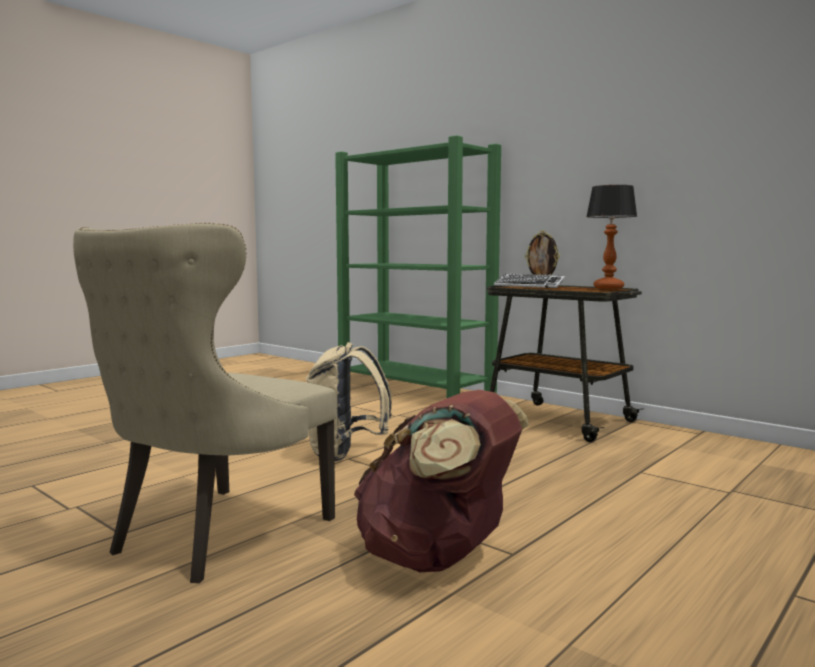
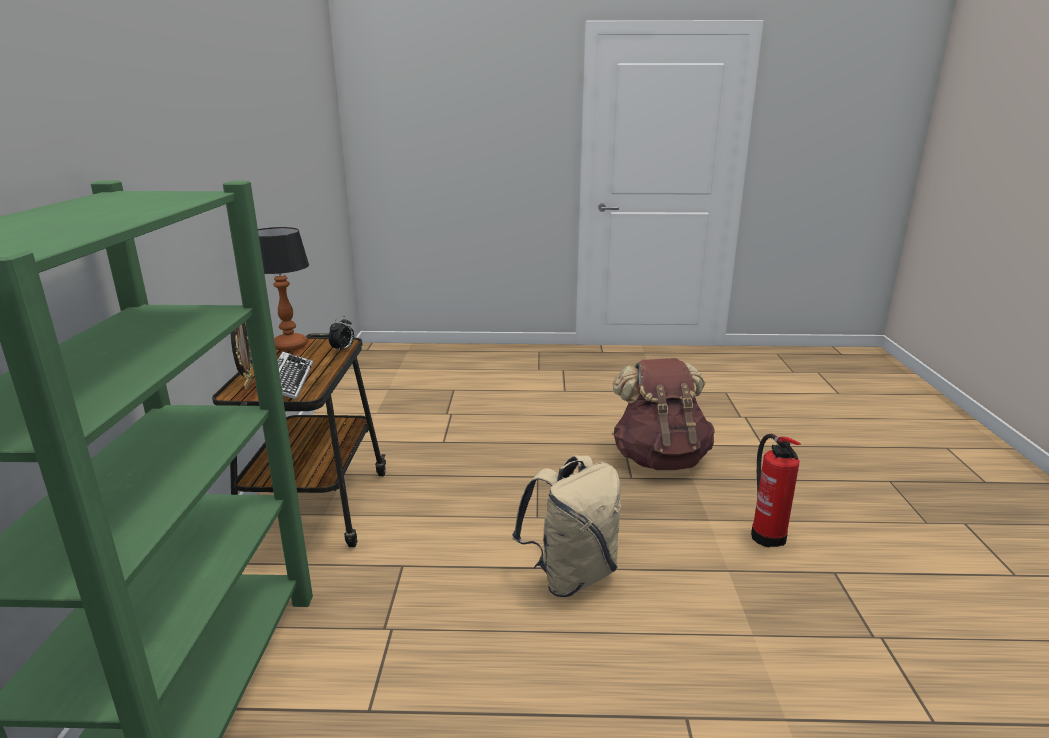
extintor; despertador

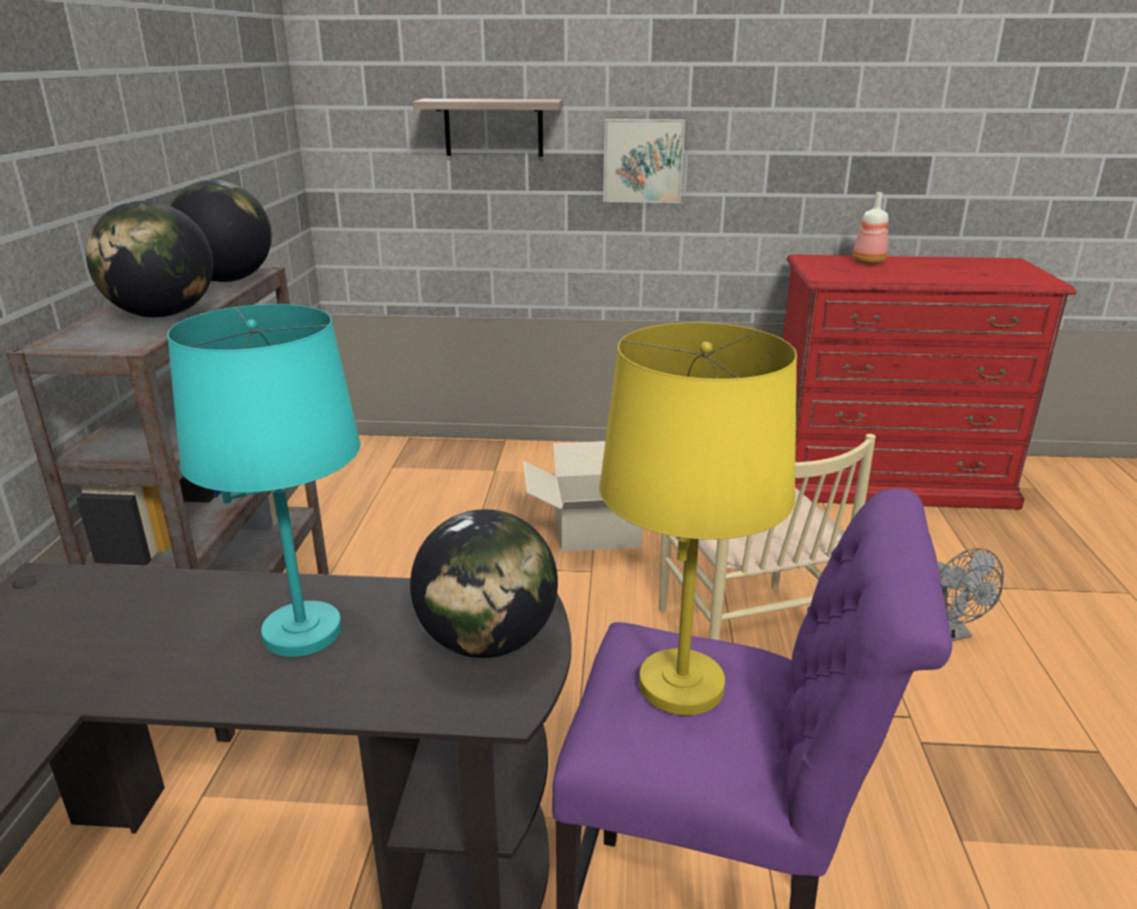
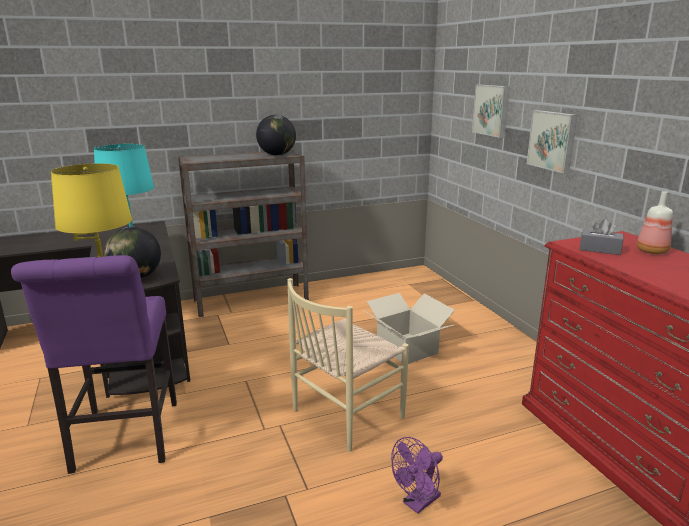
cuadro (no. 1 from left); globo terráqueo (no. 1 from left in the first image); ventilador/morado; caja de pañuelos/gris

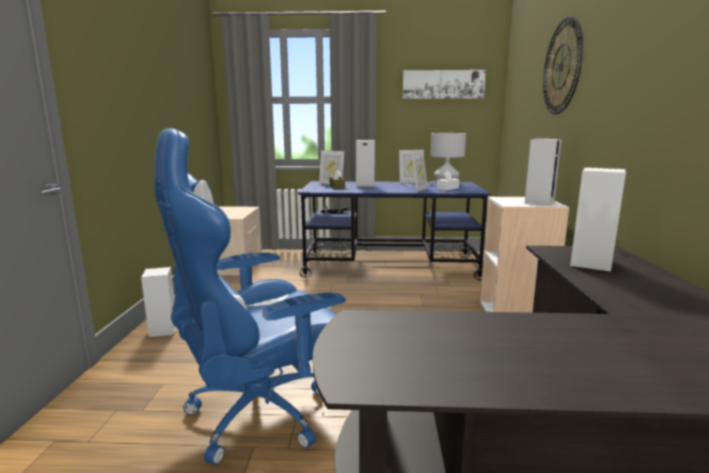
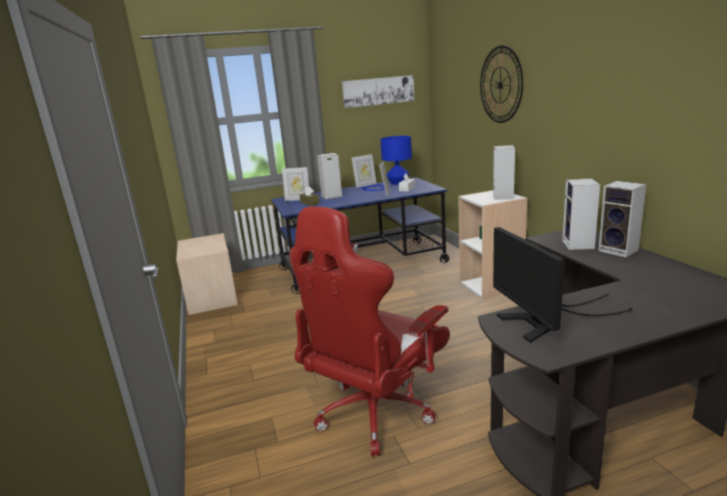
silla de oficina/rojo; lámpara de mesa/azul; altavoz (no. 4 from left); monitor

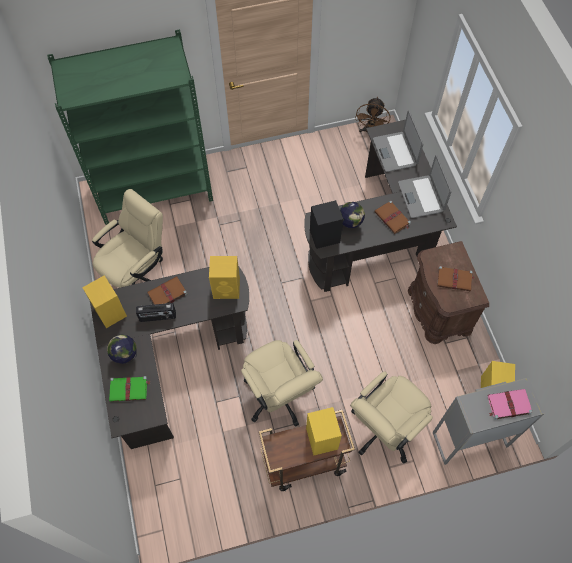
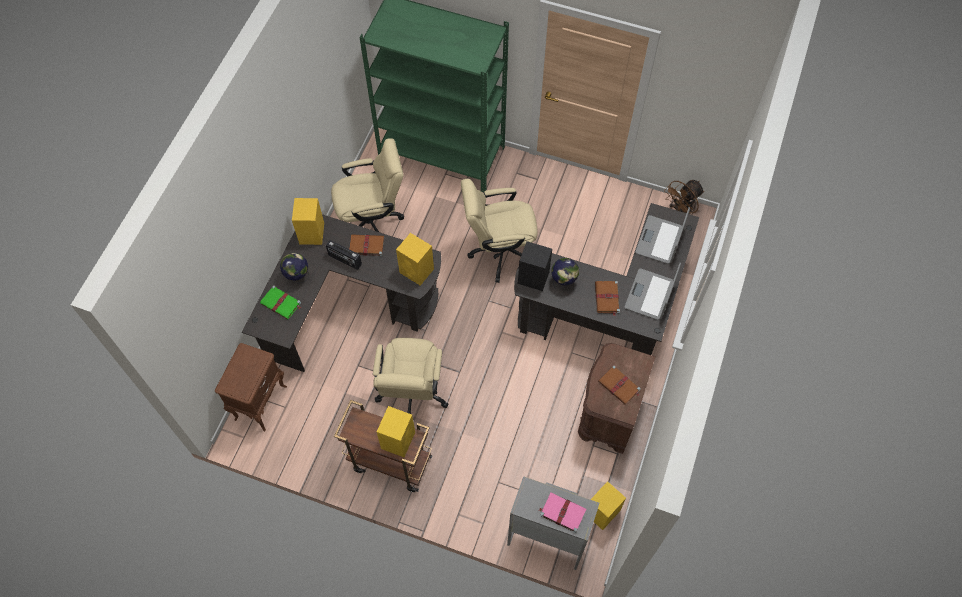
silla de oficina/beis (no. 3 from left); mesita de noche/marrón (no. 1 from left)

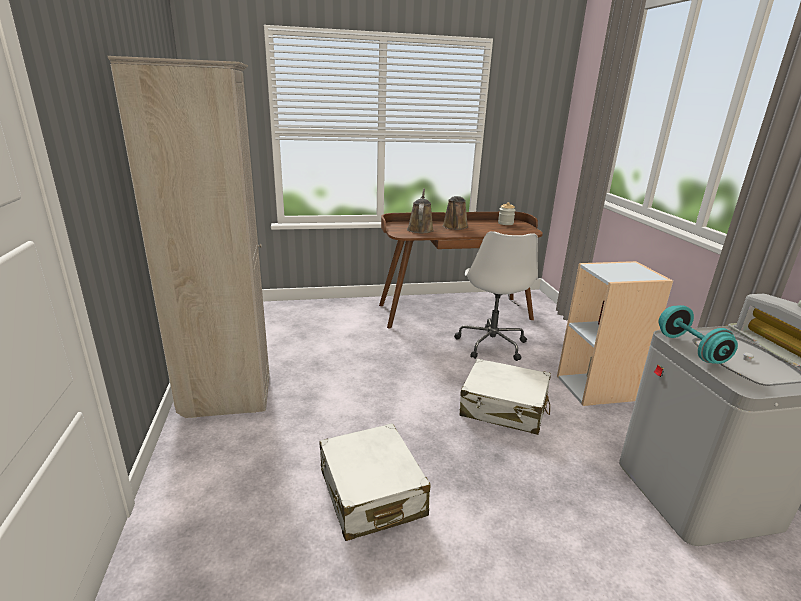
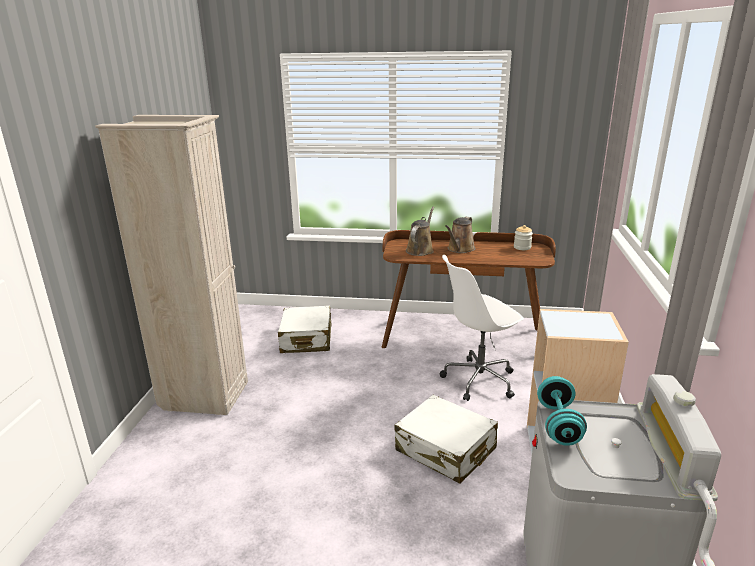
silla de oficina/blanco; maleta/blanco (no. 1 from left)

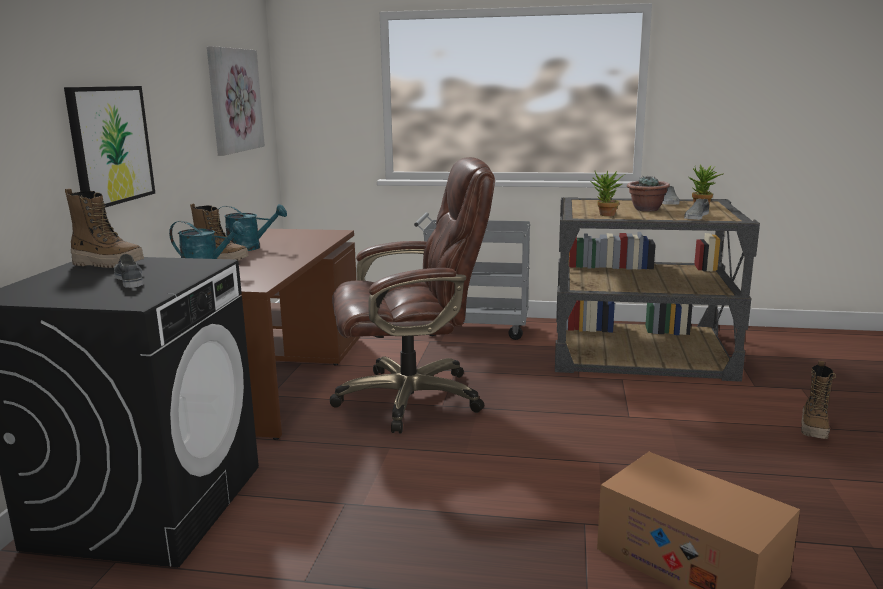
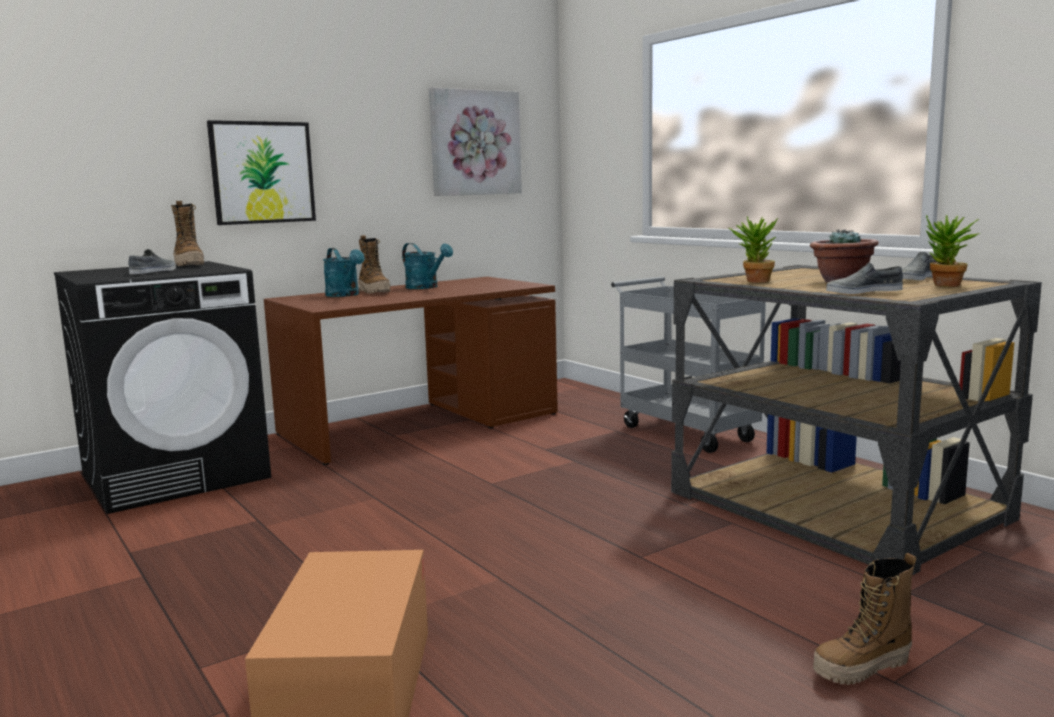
silla de oficina/marrón

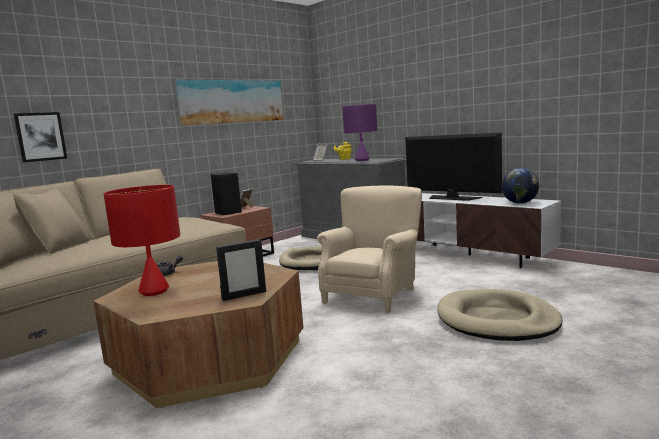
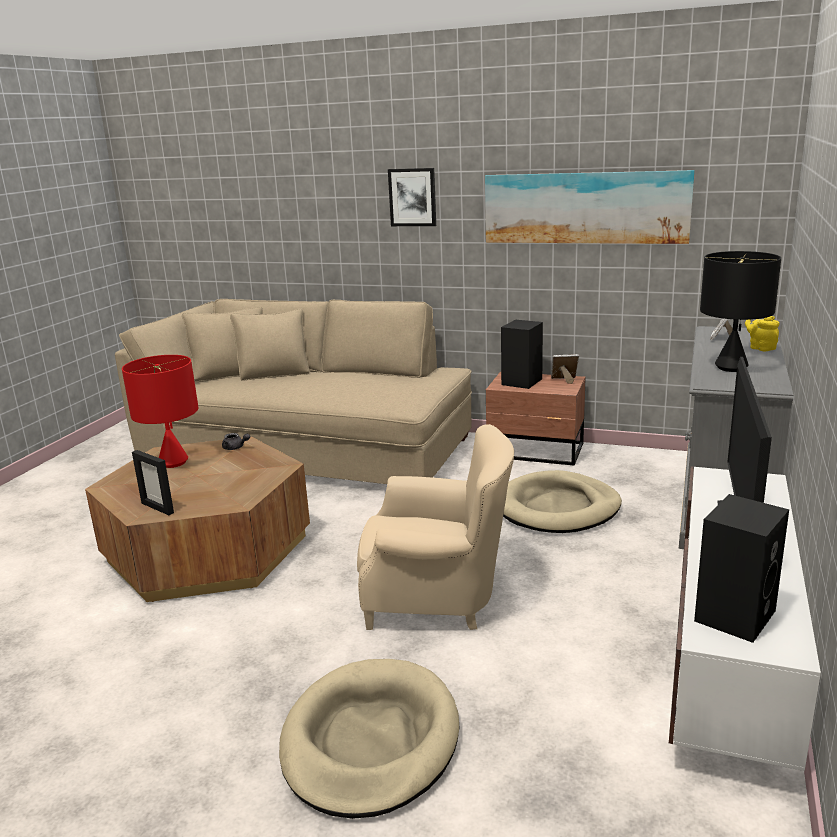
lámpara de mesa/negro; cuadro (no. 1 from left); altavoz/negro (no. 2 from left)

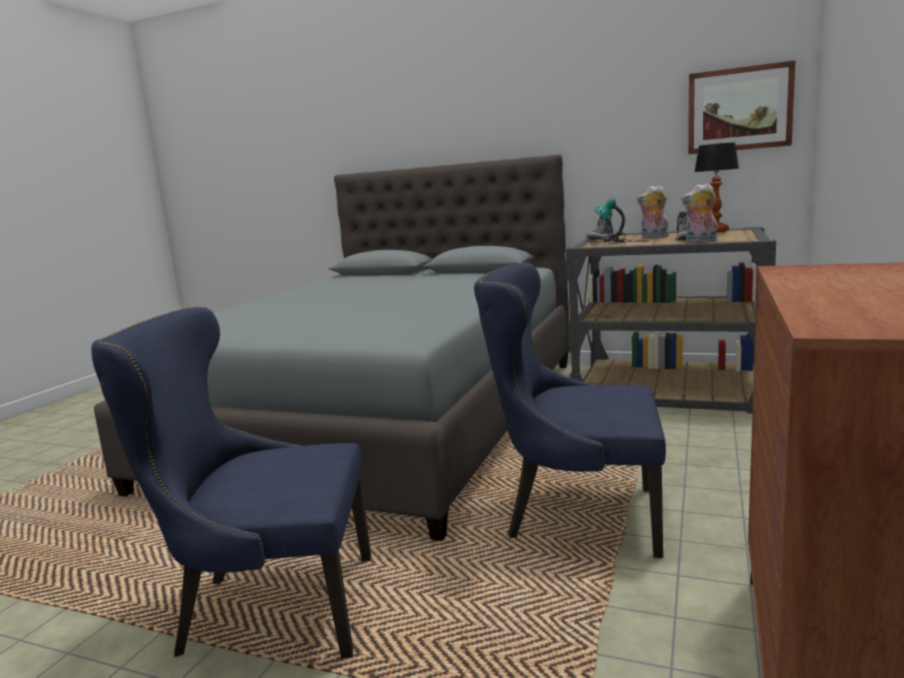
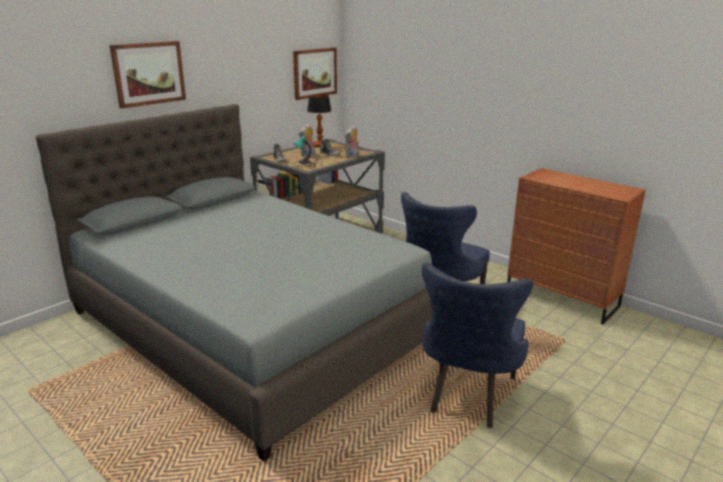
cuadro (no. 1 from left)

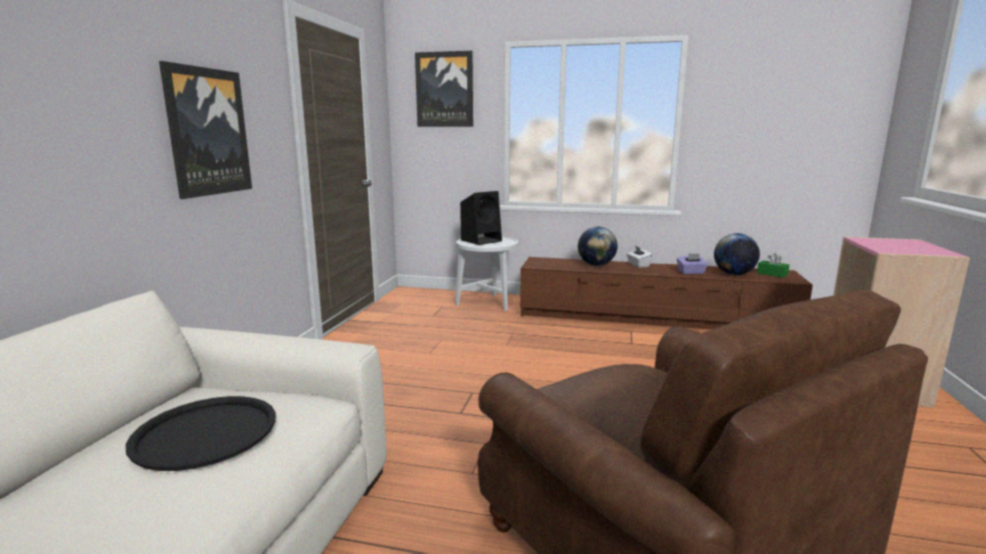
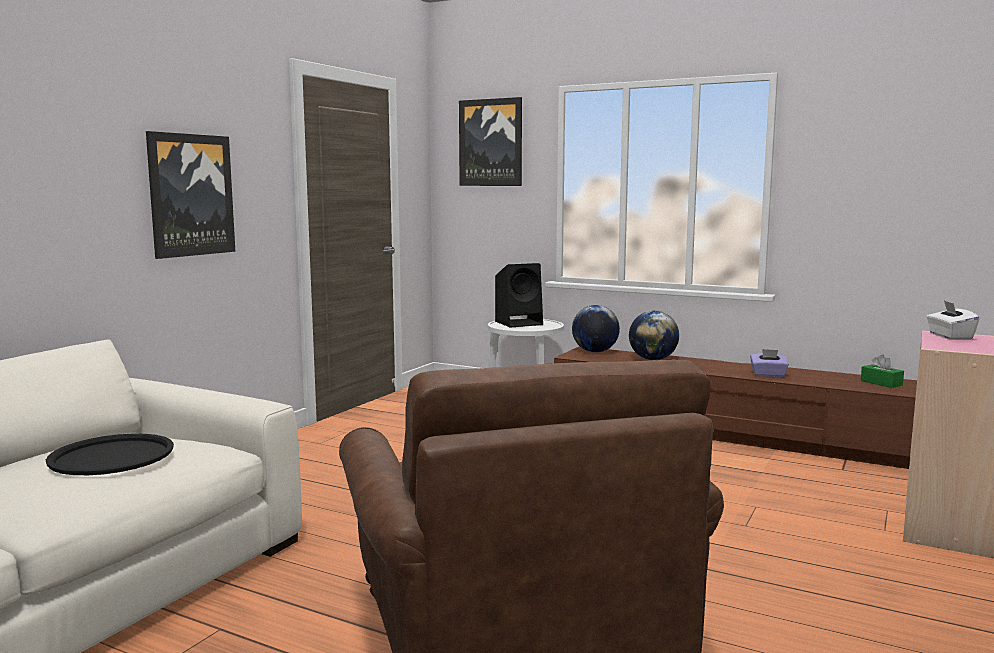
globo terráqueo (no. 1 from left); caja de pañuelos/blanco

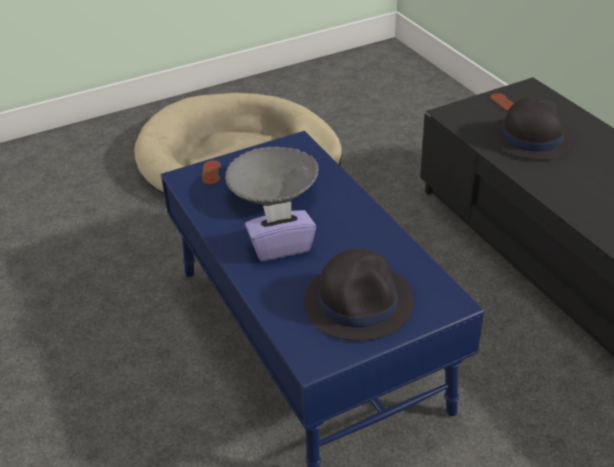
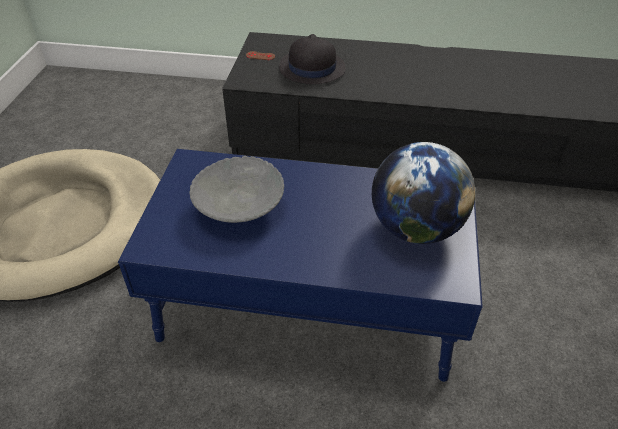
mando de consola/marrón (no. 1 from left in the first image); caja de pañuelos/morado; globo terráqueo

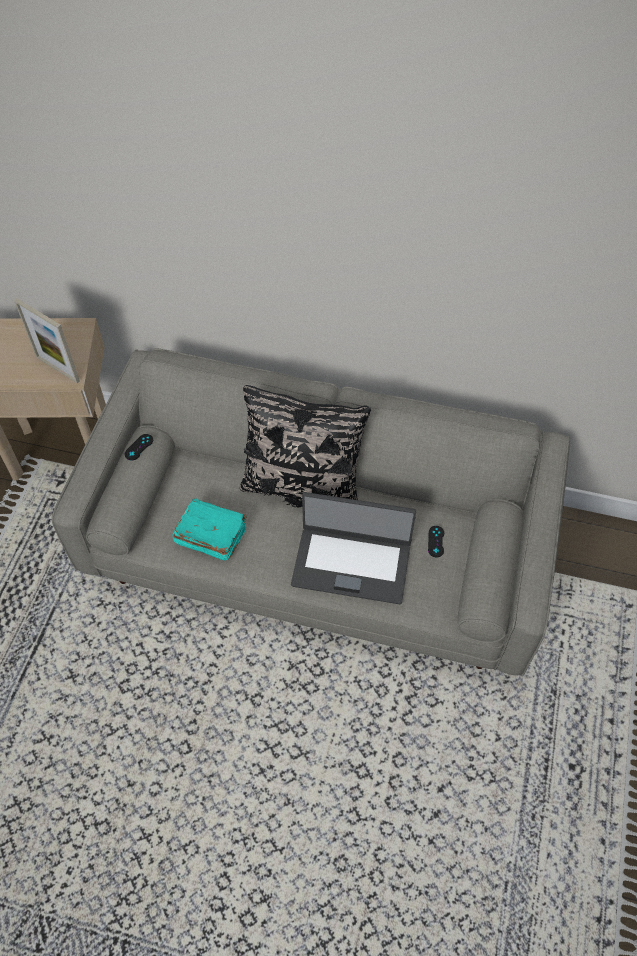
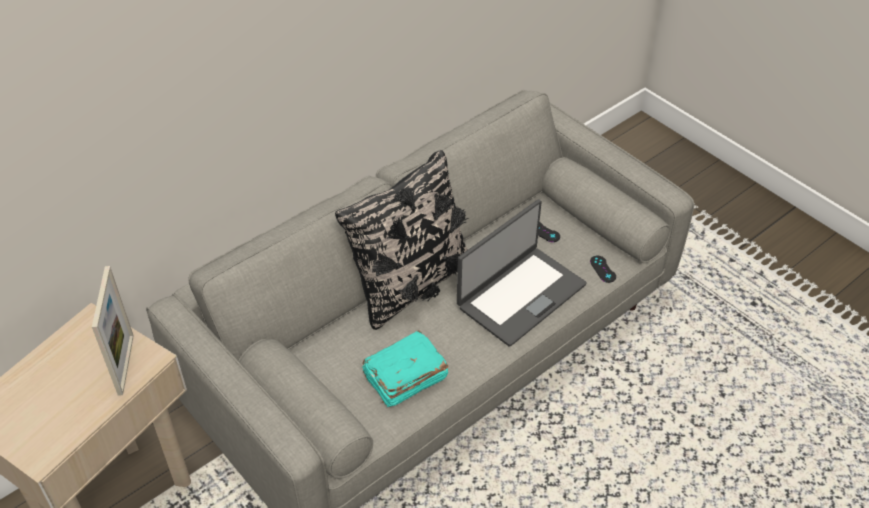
portarretratos; mando de consola/negro (no. 2 from left)

